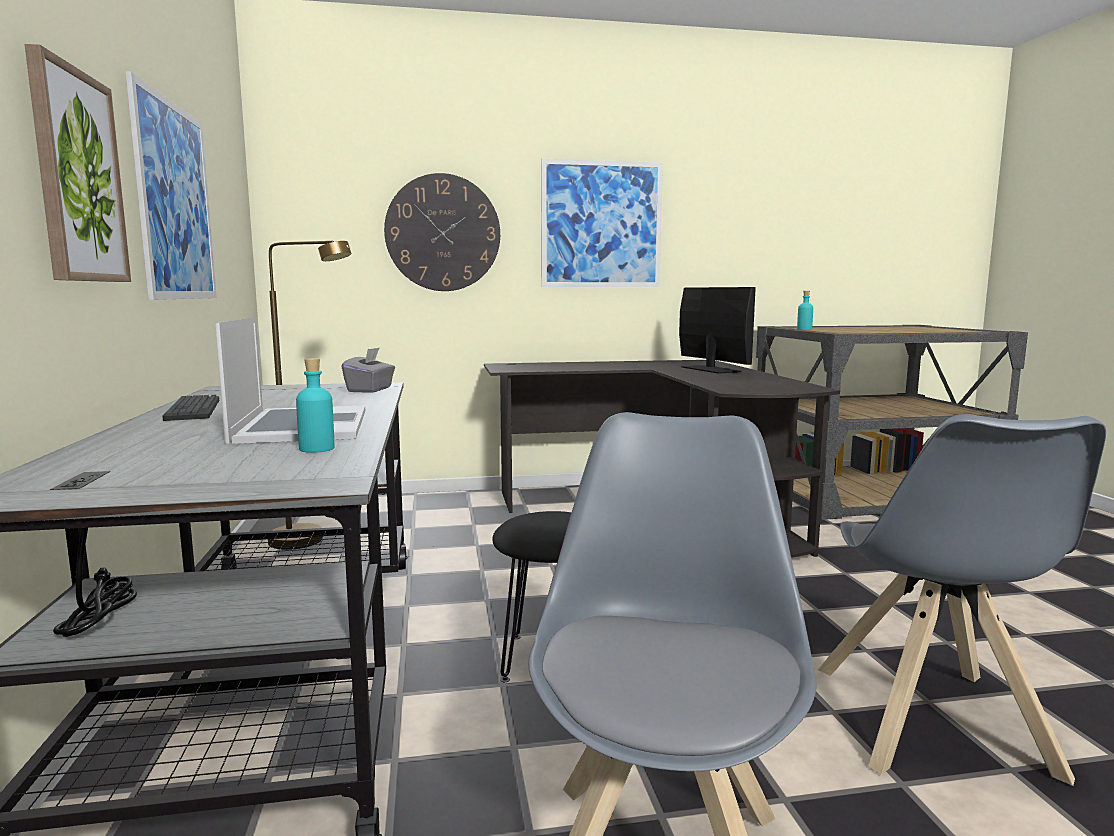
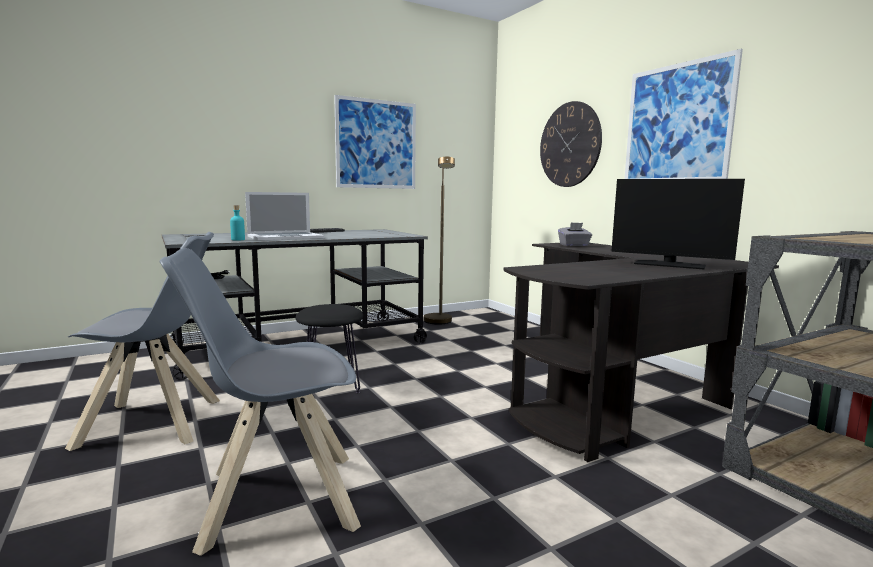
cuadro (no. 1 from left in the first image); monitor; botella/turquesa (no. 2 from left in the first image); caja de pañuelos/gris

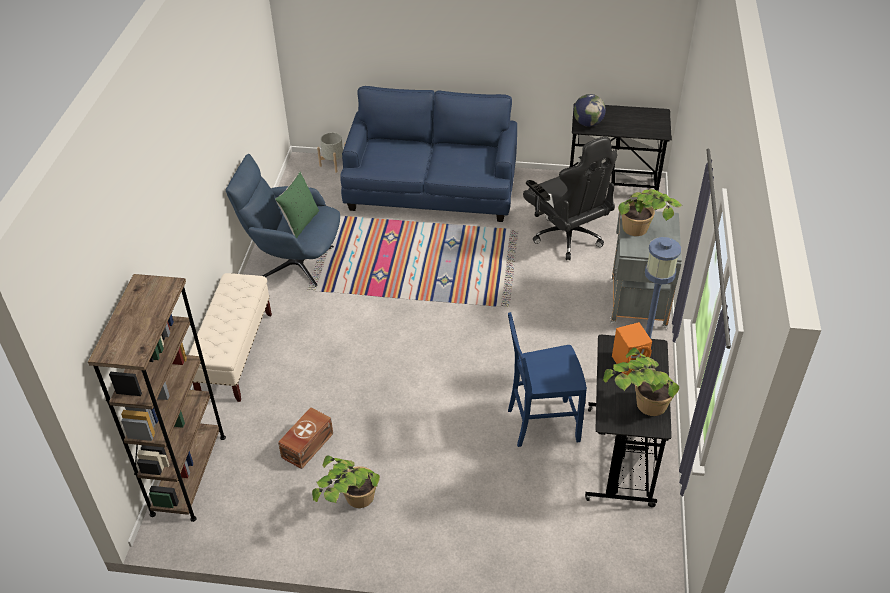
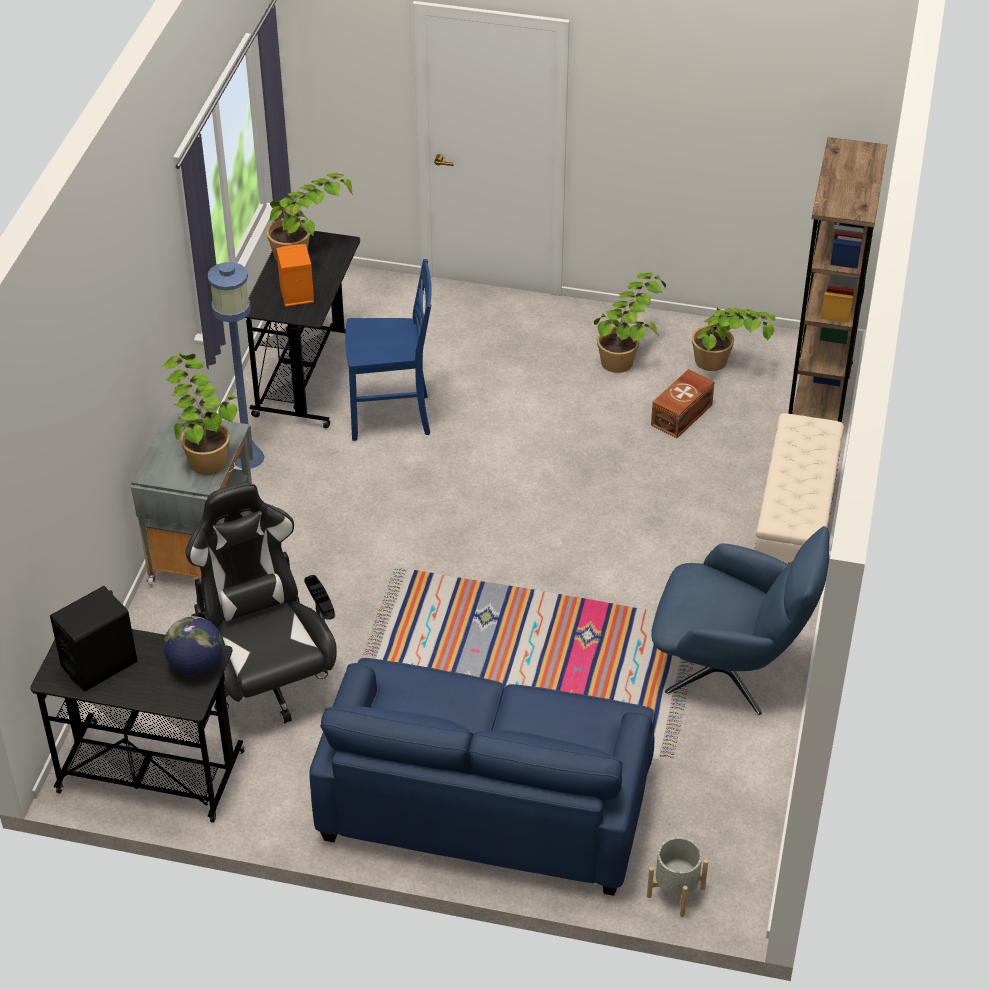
cojín/verde; planta en maceta (no. 4 from left); altavoz/negro

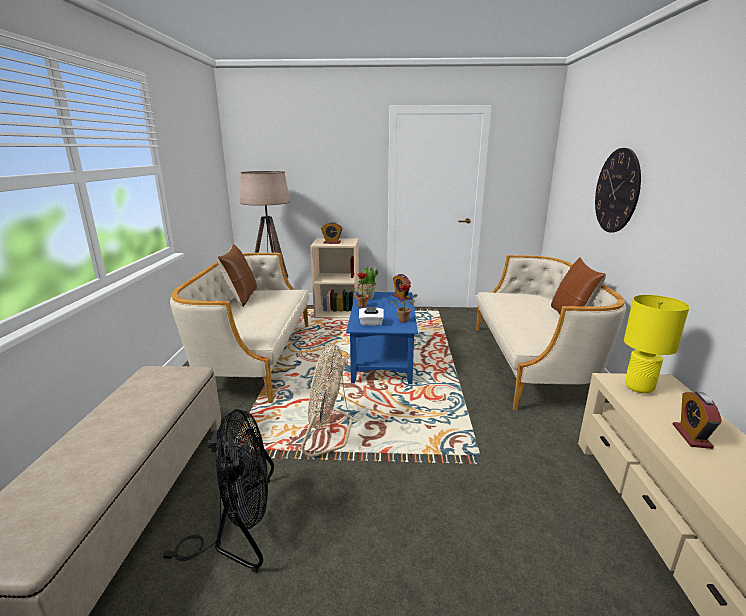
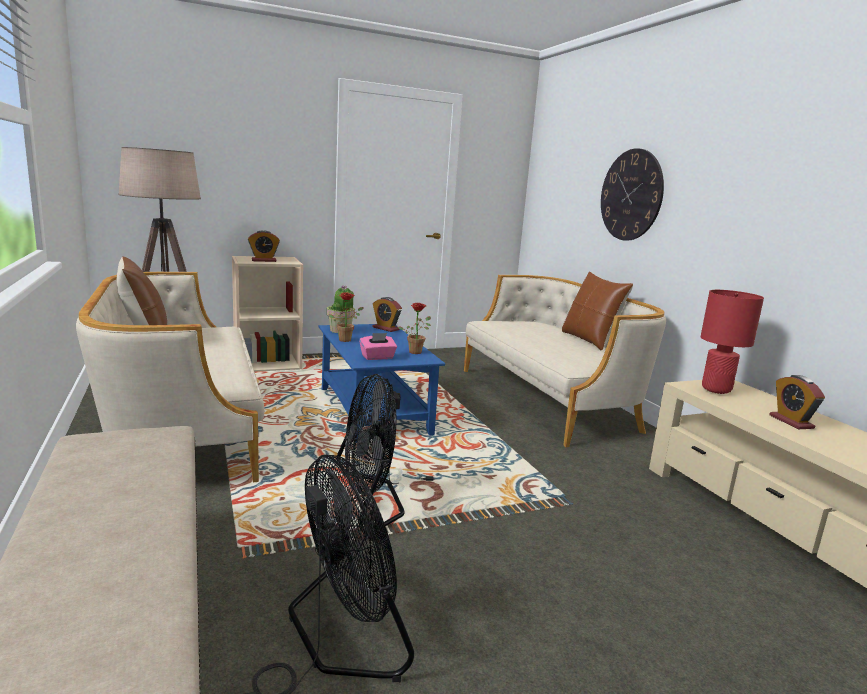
lámpara de mesa/rojo; caja de pañuelos/rosa; ventilador/negro (no. 2 from left)

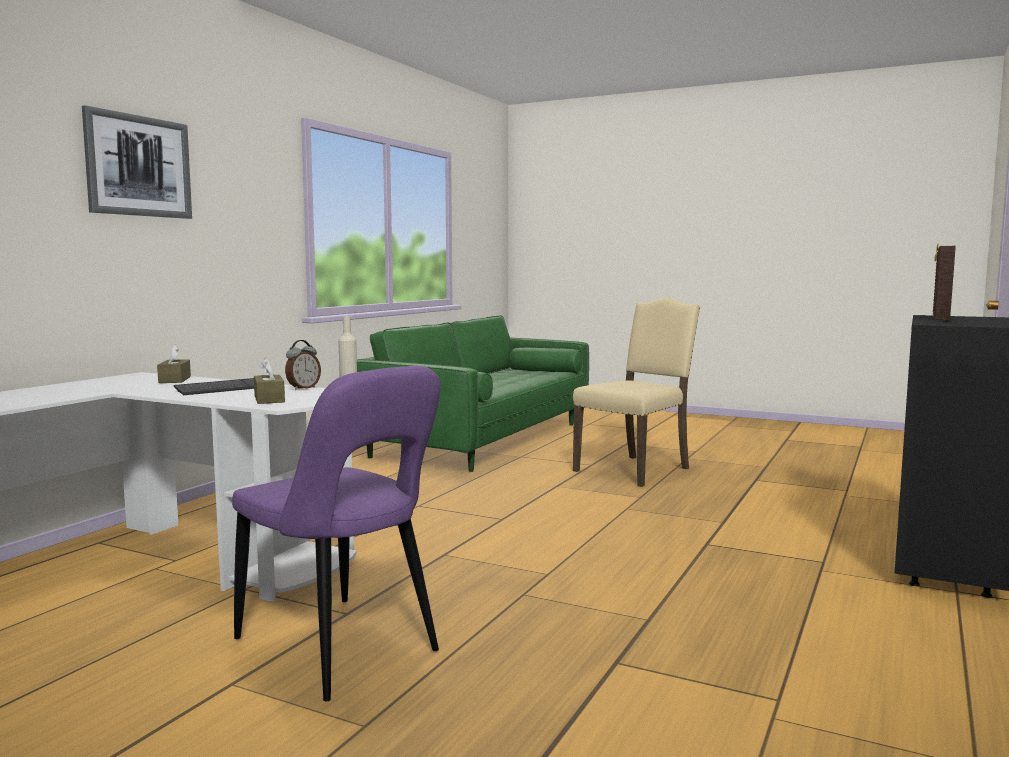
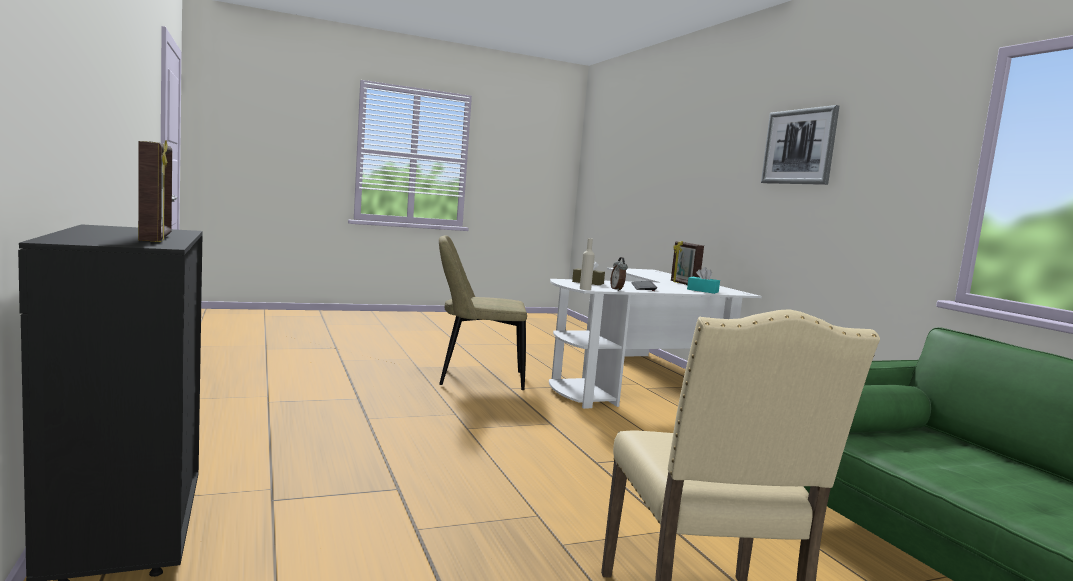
caja de pañuelos/turquesa; silla/beis (no. 1 from left); portarretratos (no. 2 from left)

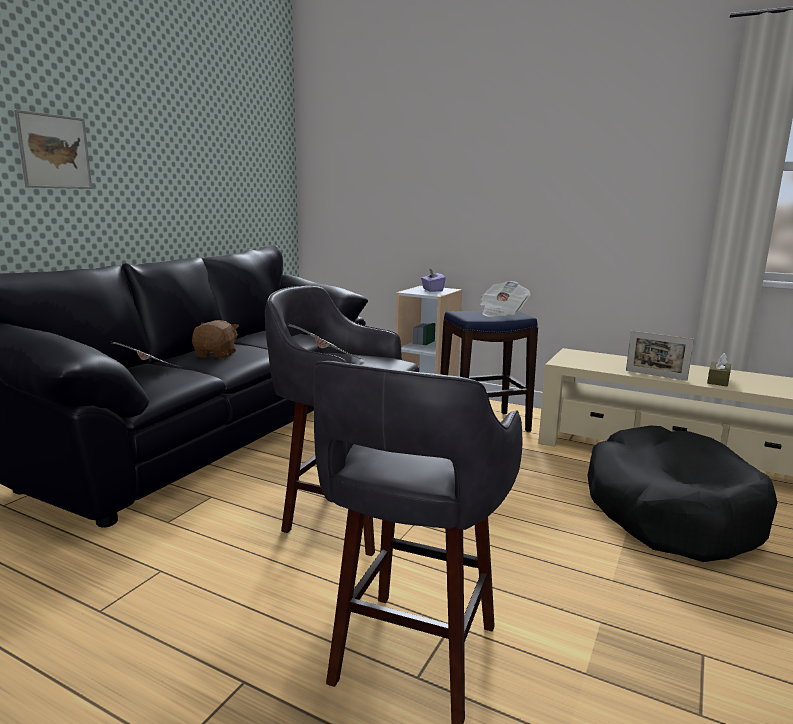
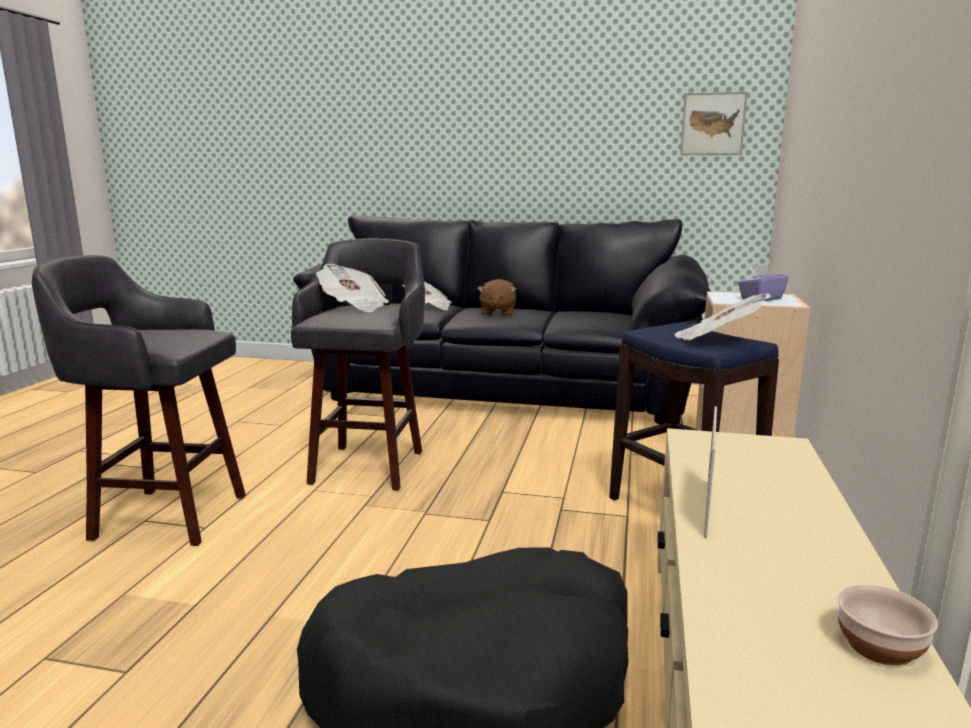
cuadro; peluche/marrón; caja de pañuelos/marrón; cuenco

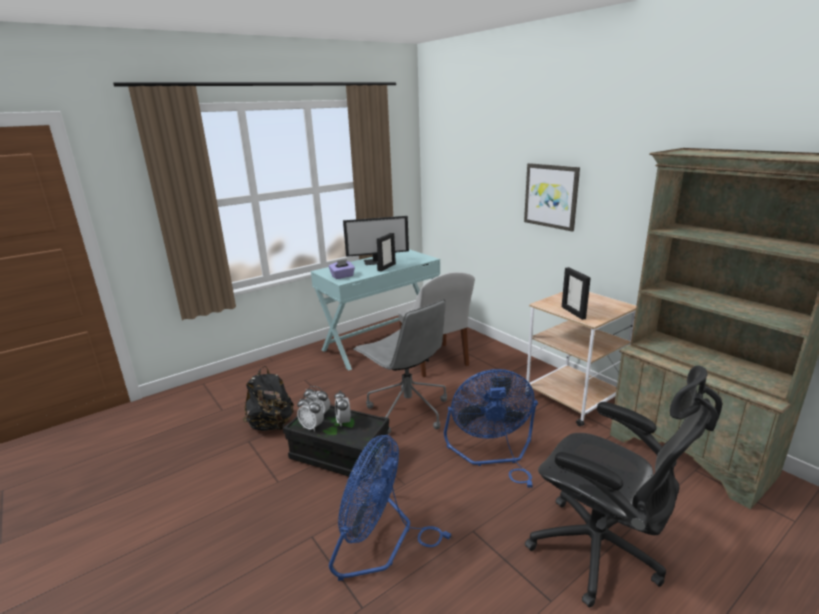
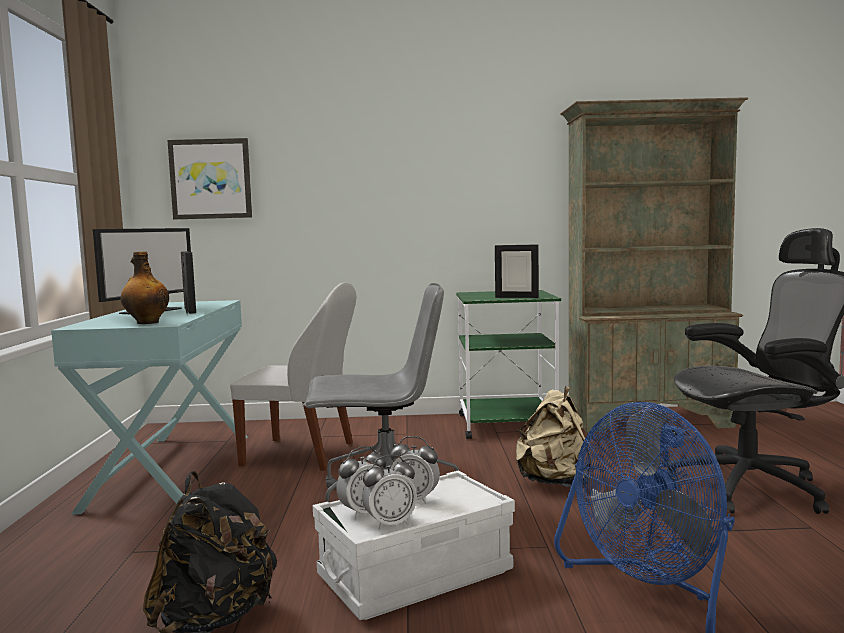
cuadro; botella; carrito/verde; mochila/beis; caja de almacenaje/blanco

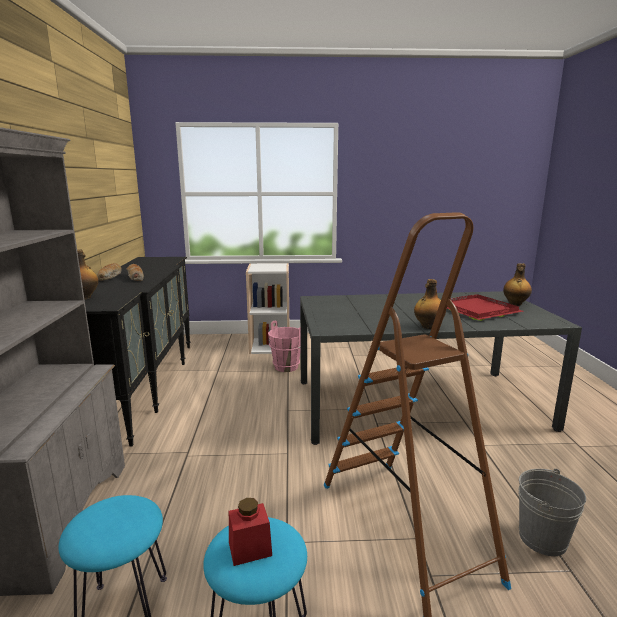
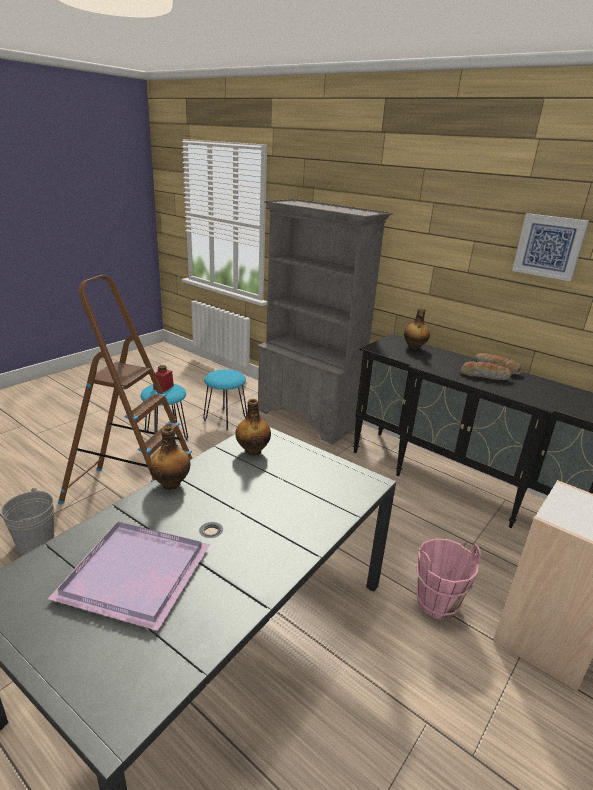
botella (no. 2 from left); bandeja/morado; cuadro

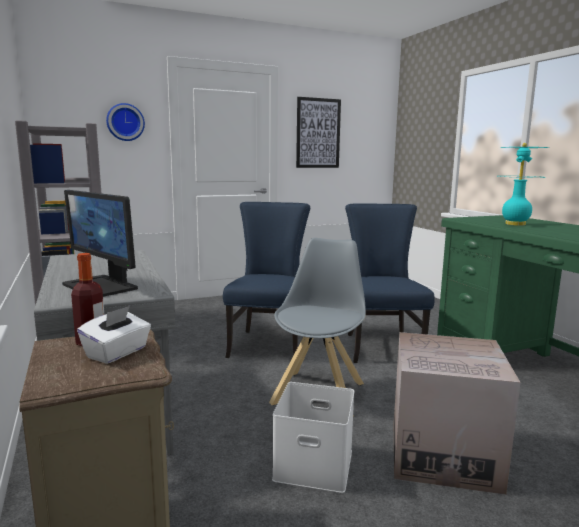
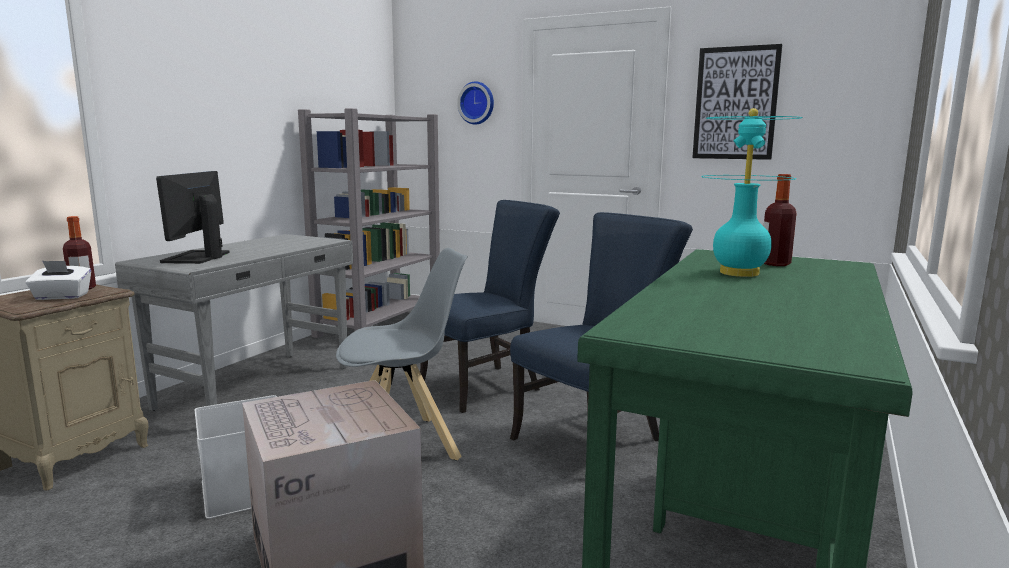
botella (no. 2 from left)

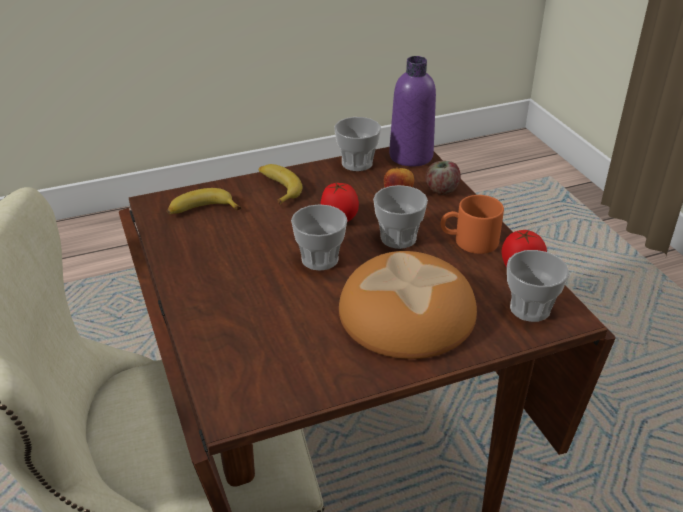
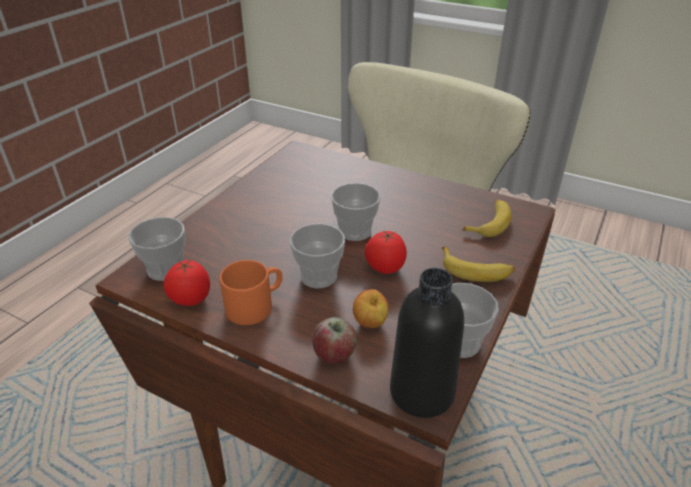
botella/negro; pan

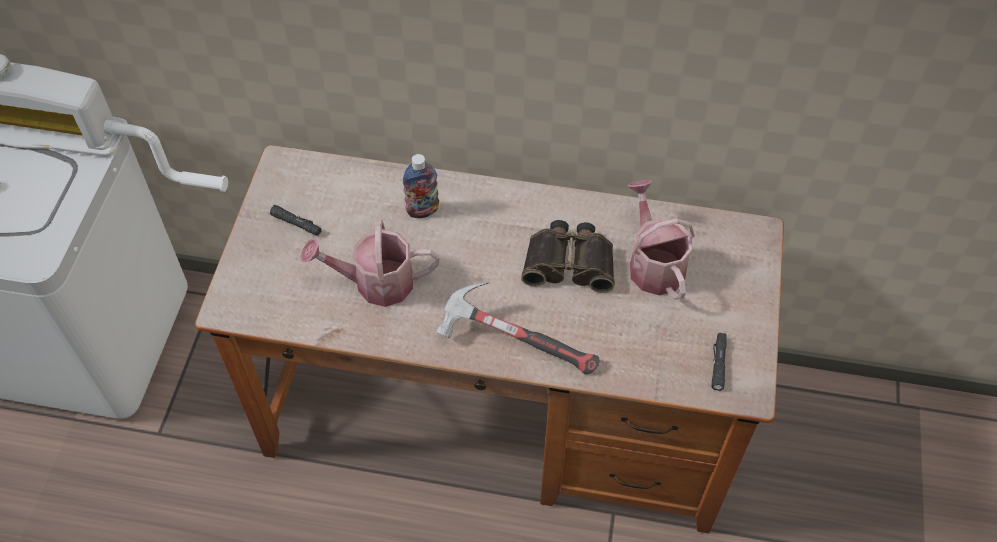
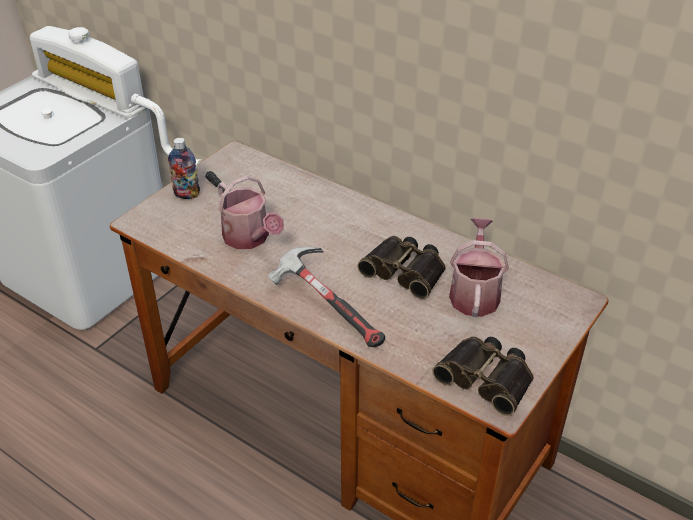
botella; regadera (no. 1 from left); prismáticos (no. 2 from left)

